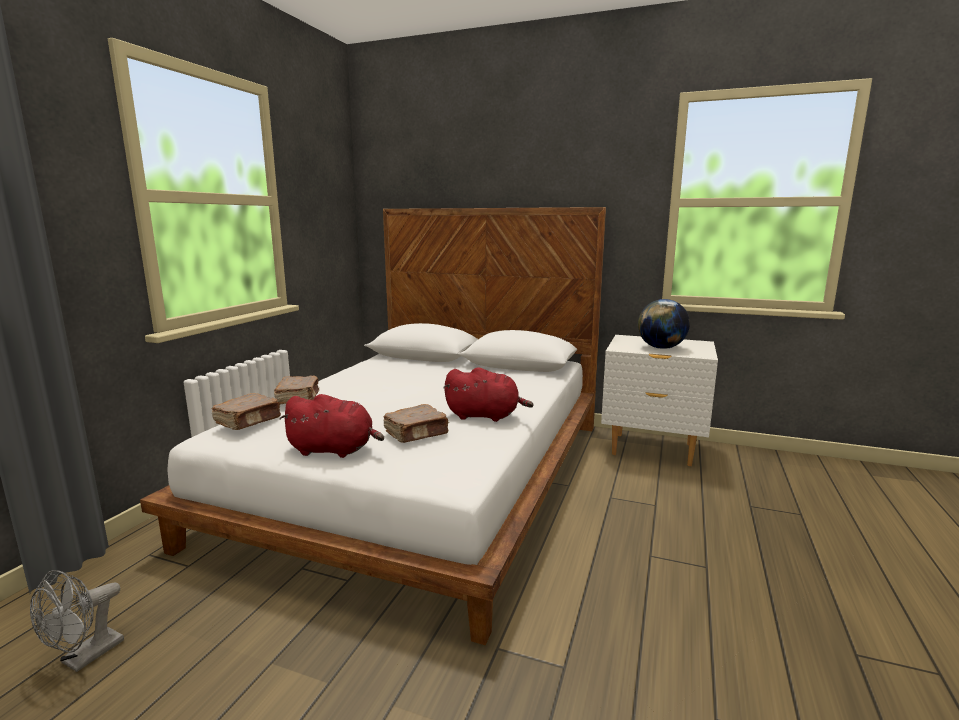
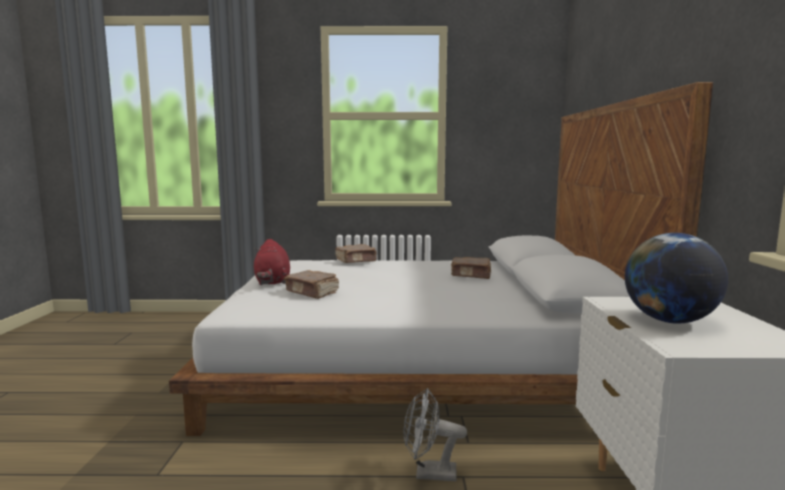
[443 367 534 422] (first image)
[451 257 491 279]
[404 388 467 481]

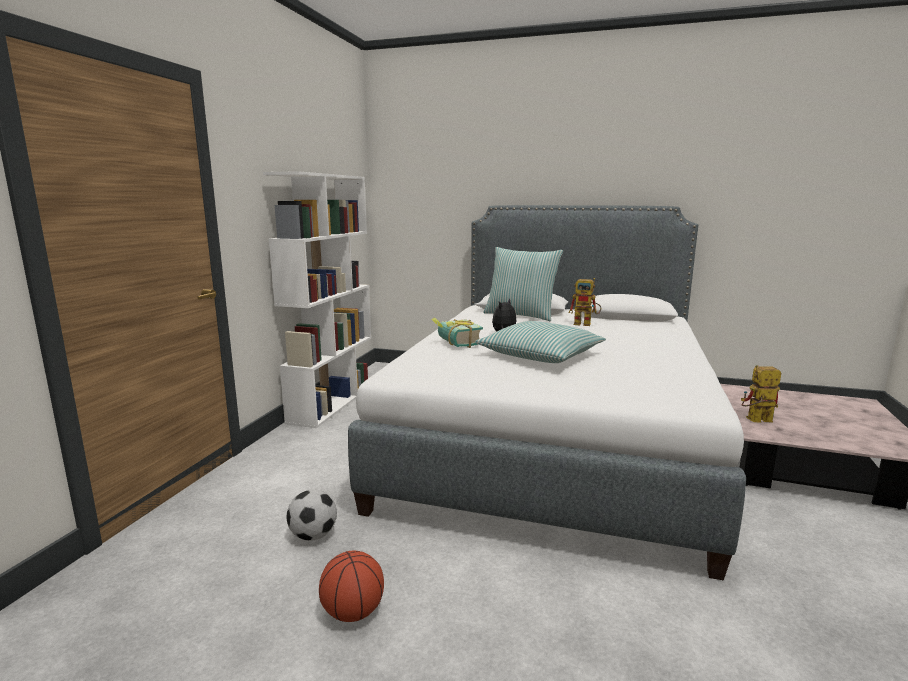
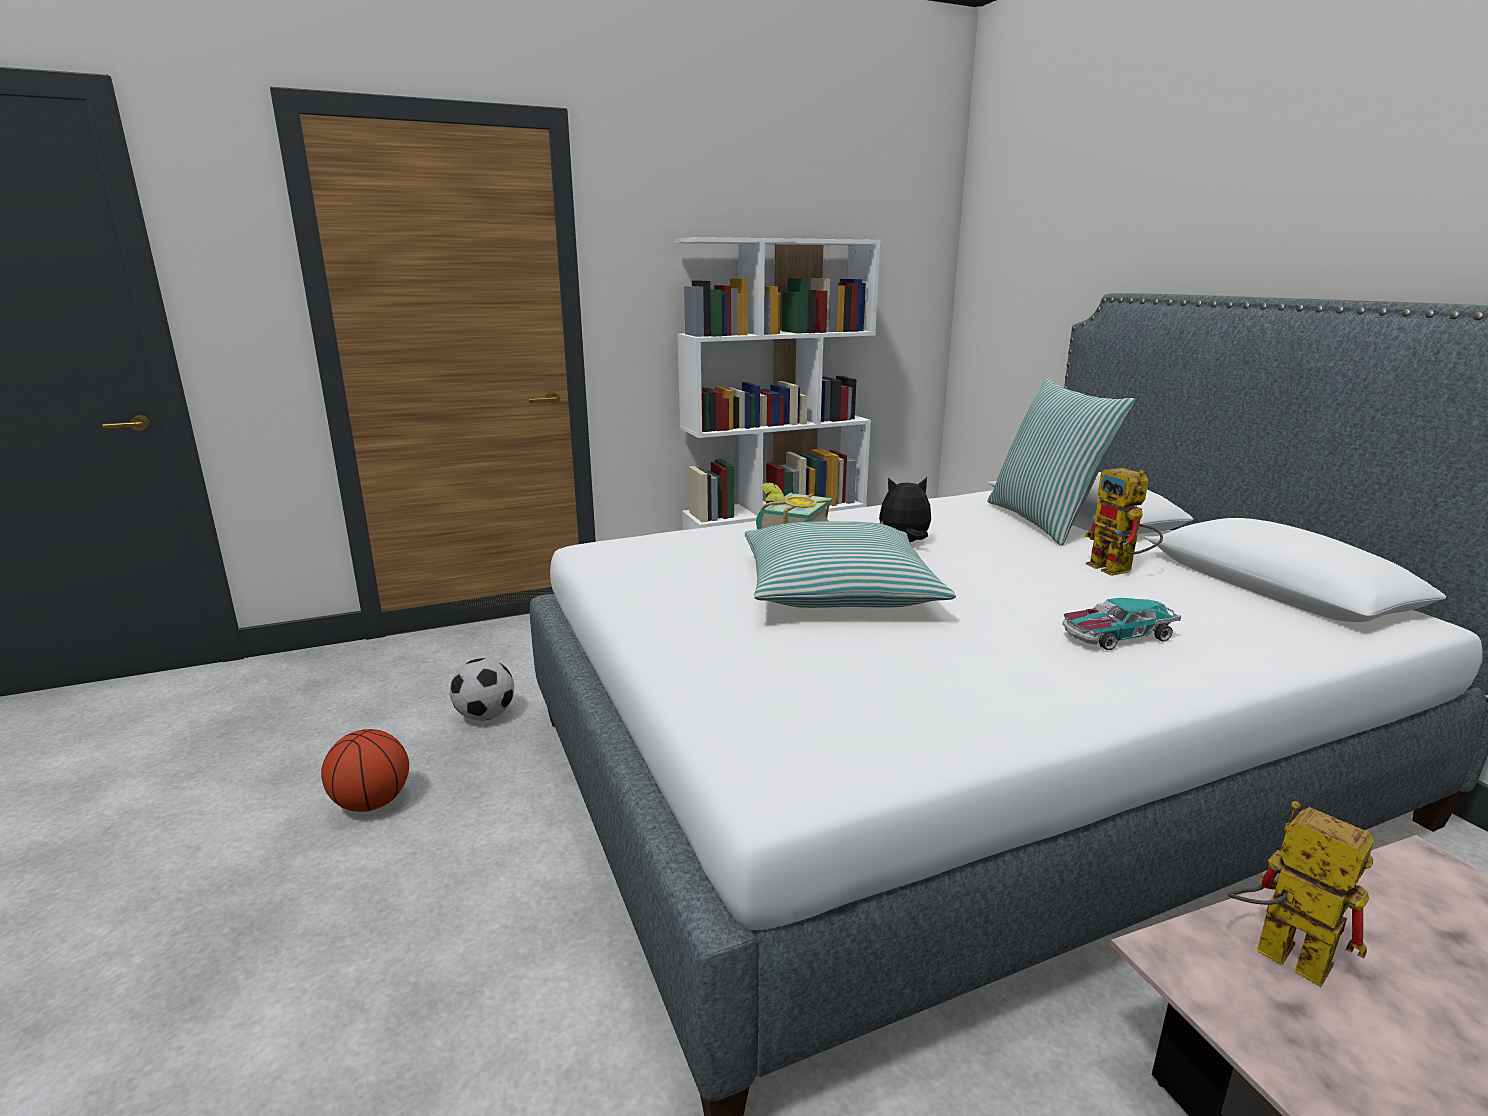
[1063 598 1181 650]

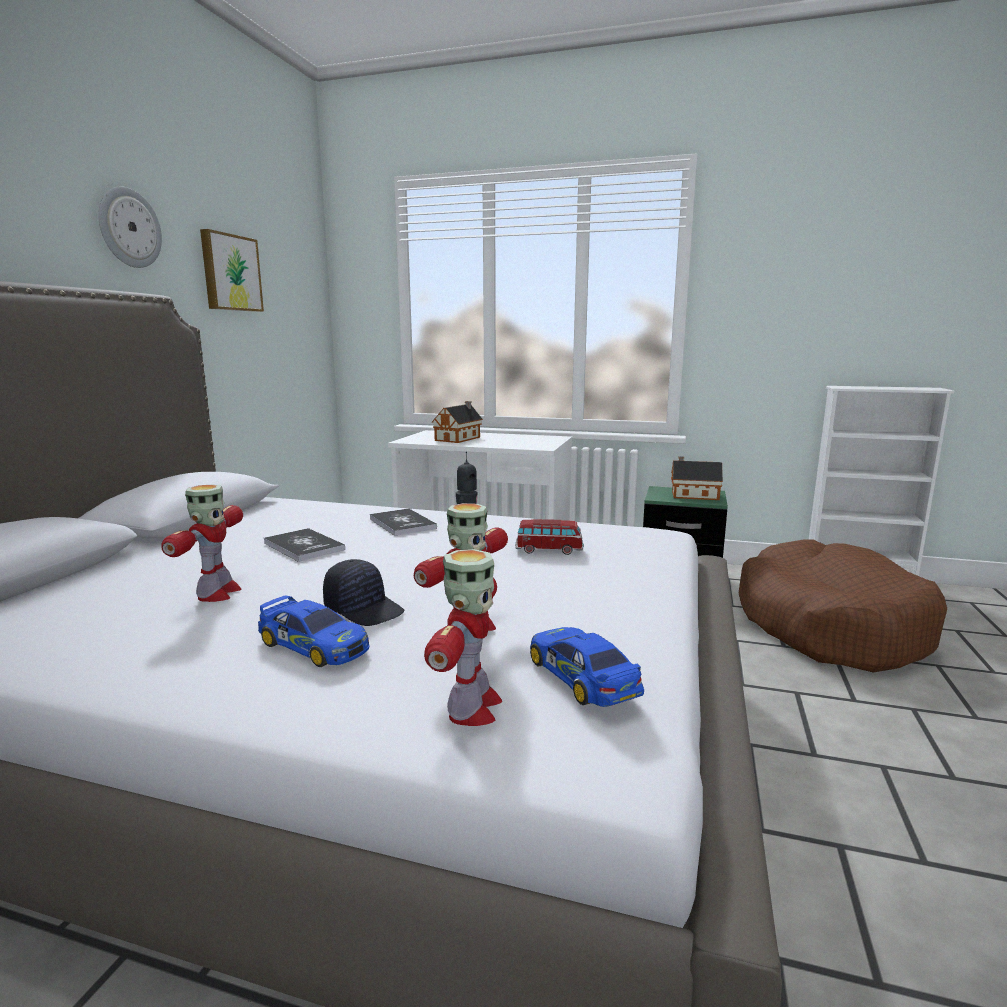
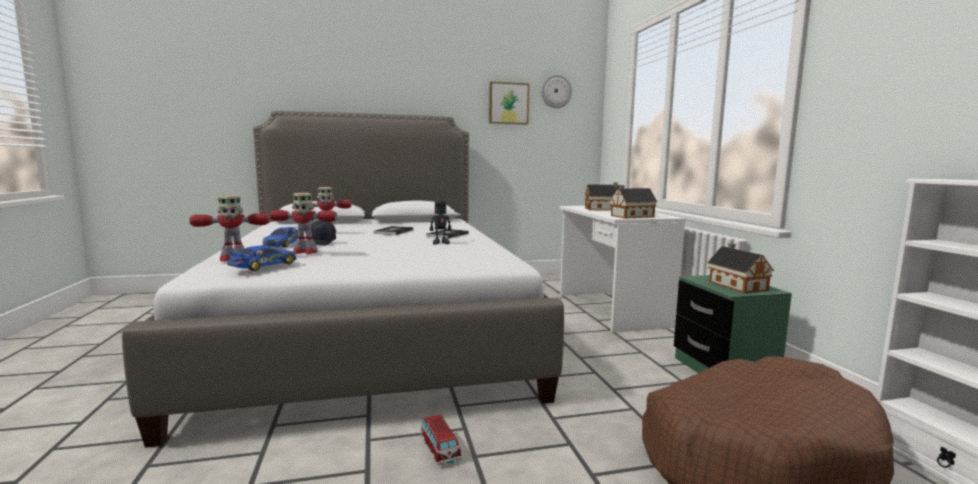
[541 74 572 108]
[420 415 461 465]
[609 185 657 219]

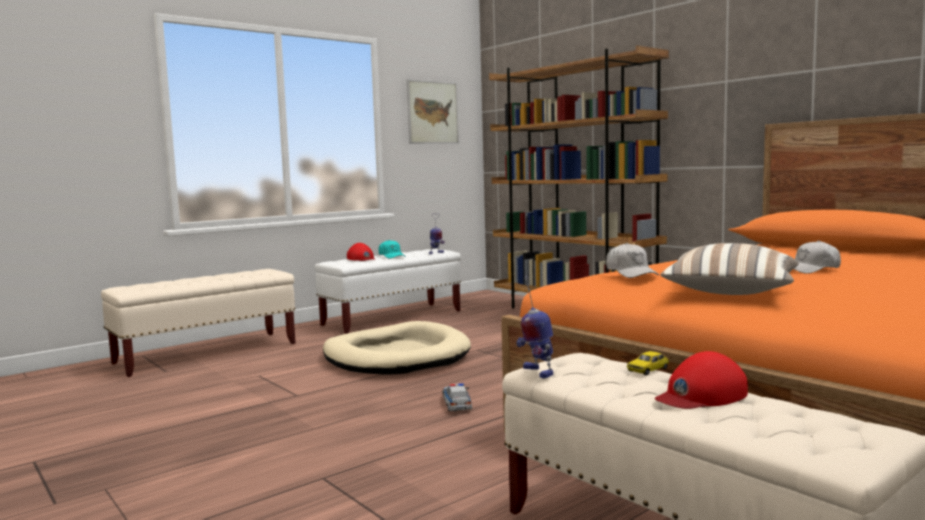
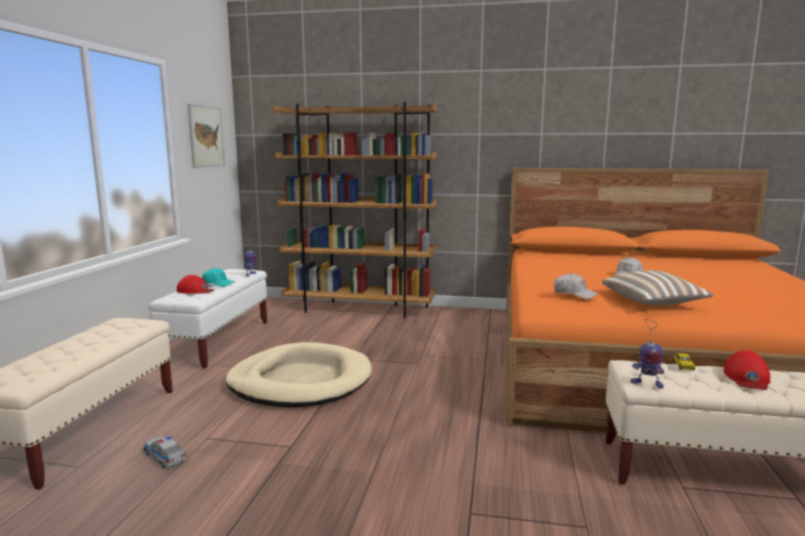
[143 437 187 468]

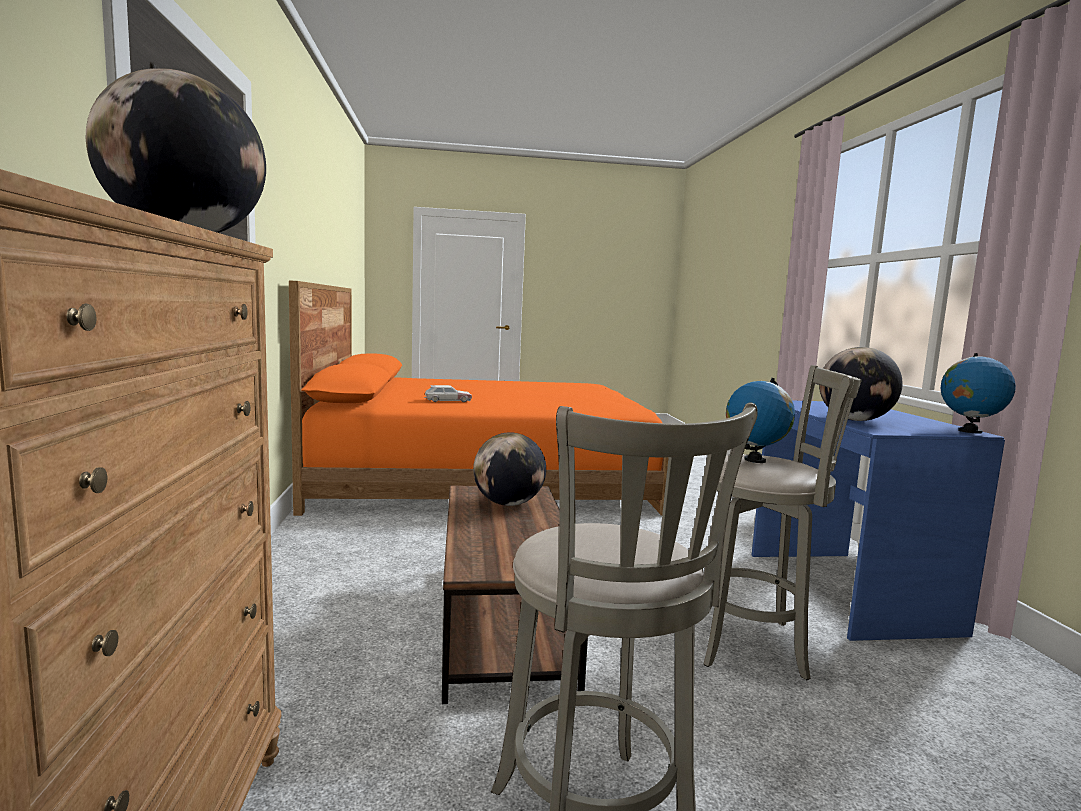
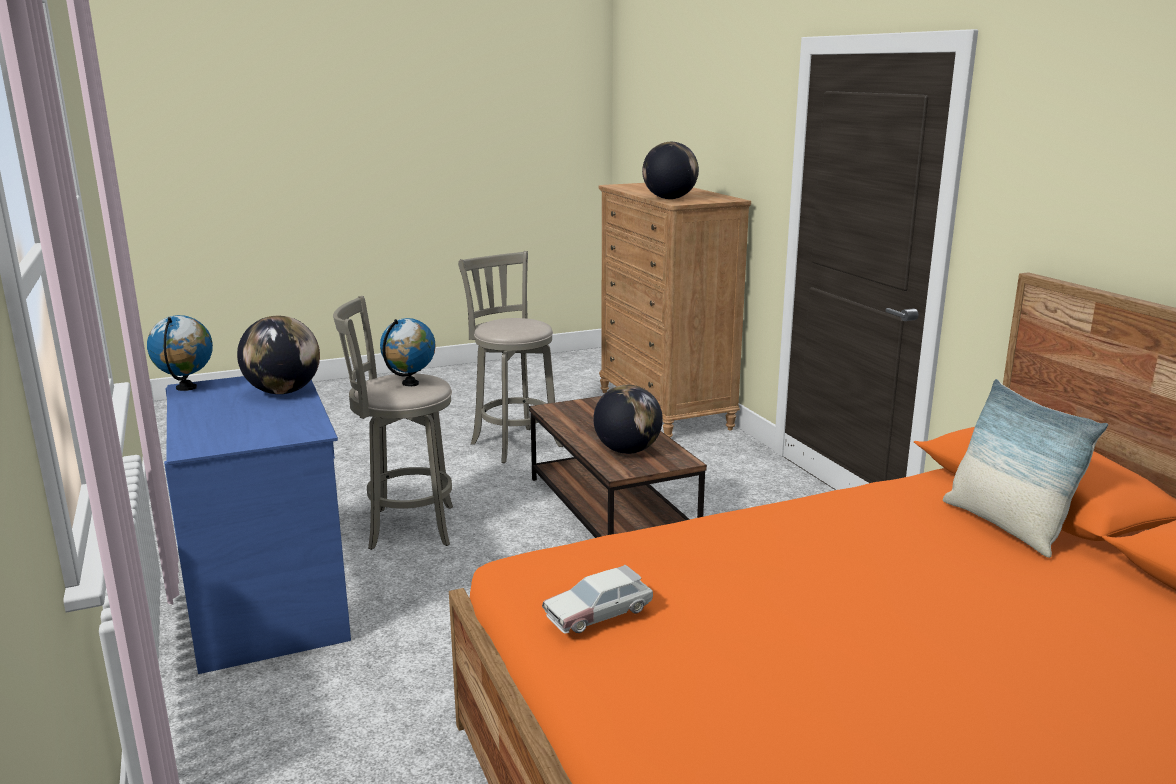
[542 565 653 634]
[943 379 1108 558]

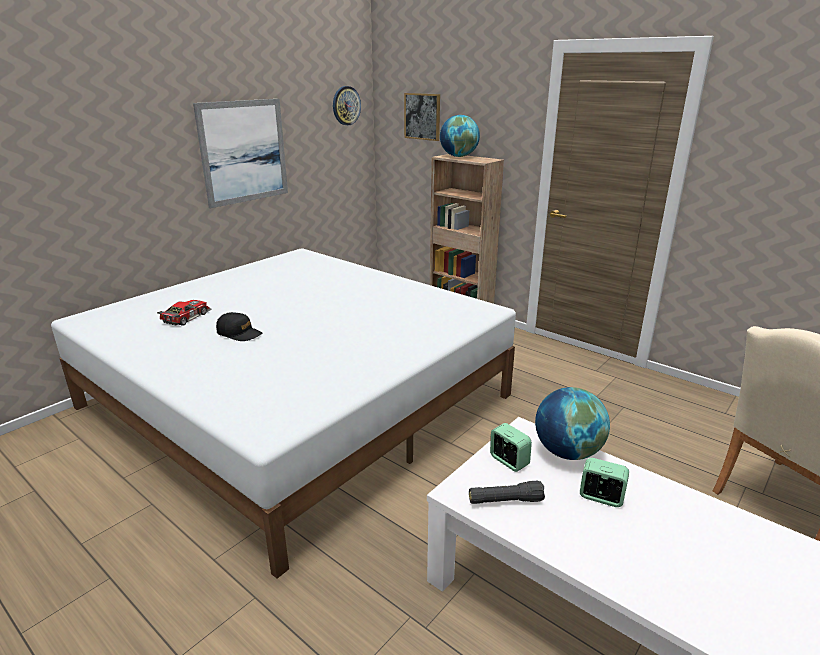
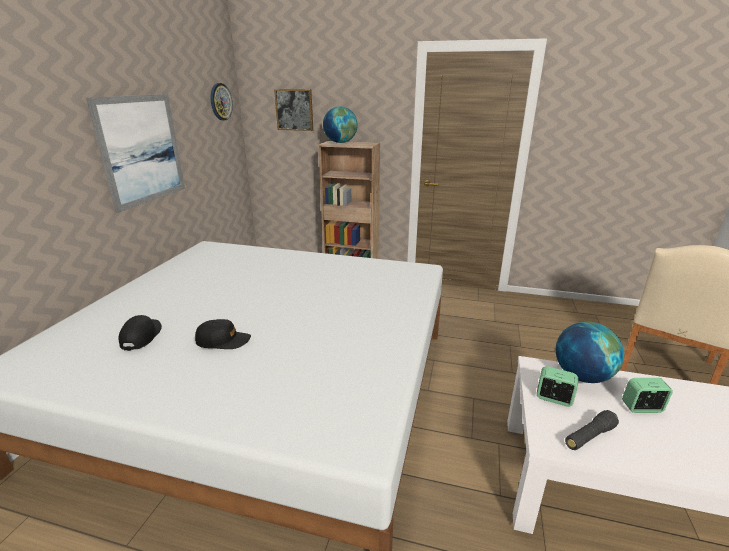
[118 315 162 351]

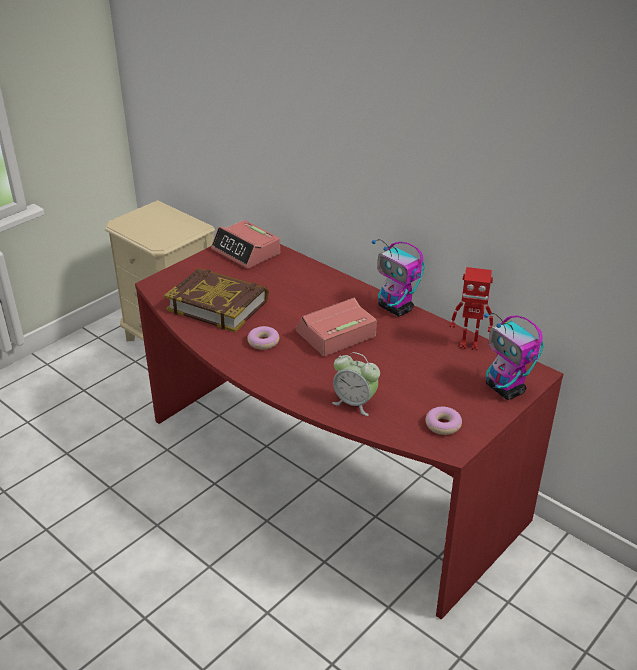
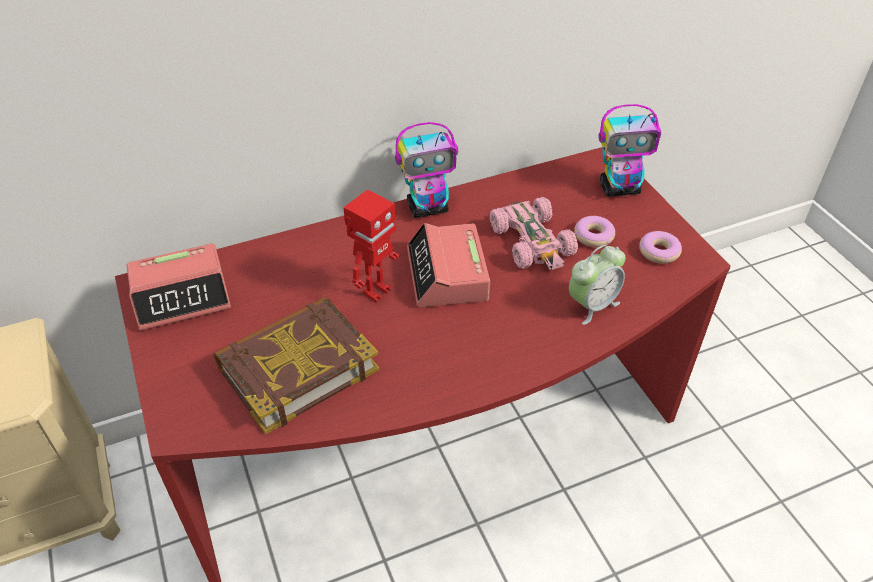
[343 189 399 303]
[574 216 615 247]
[490 197 578 270]

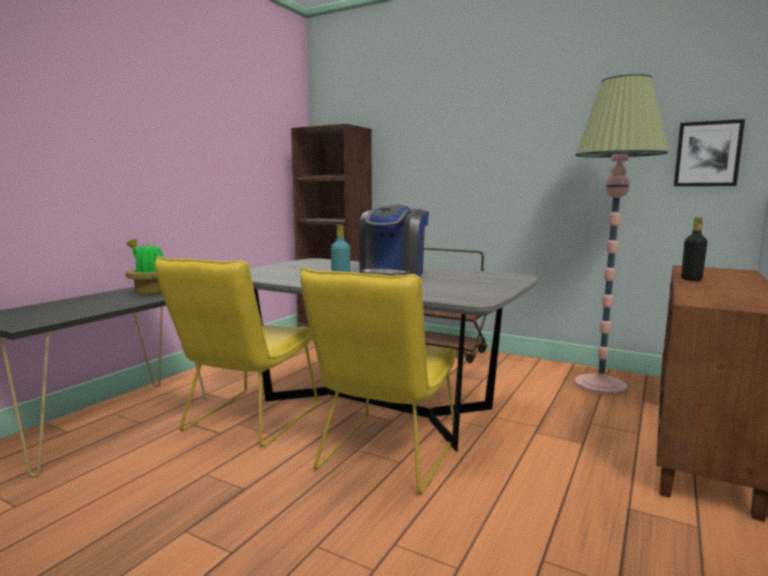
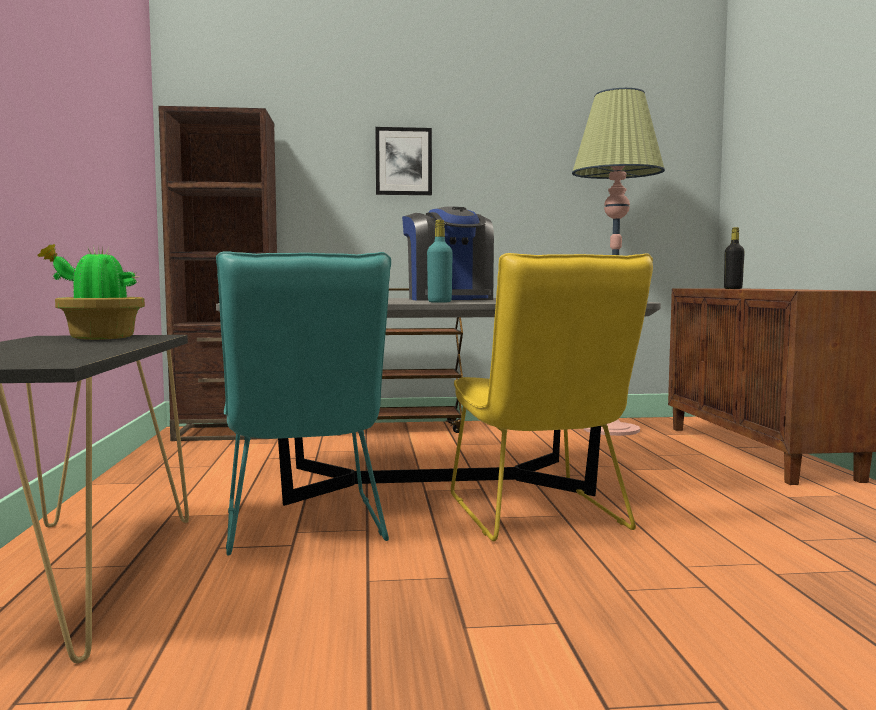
[375 127 432 195]
[216 251 391 556]

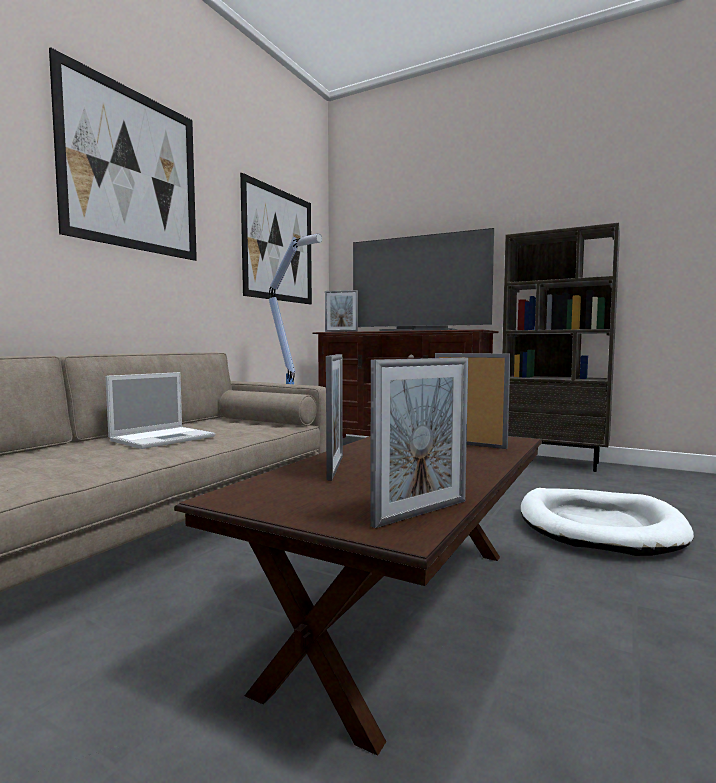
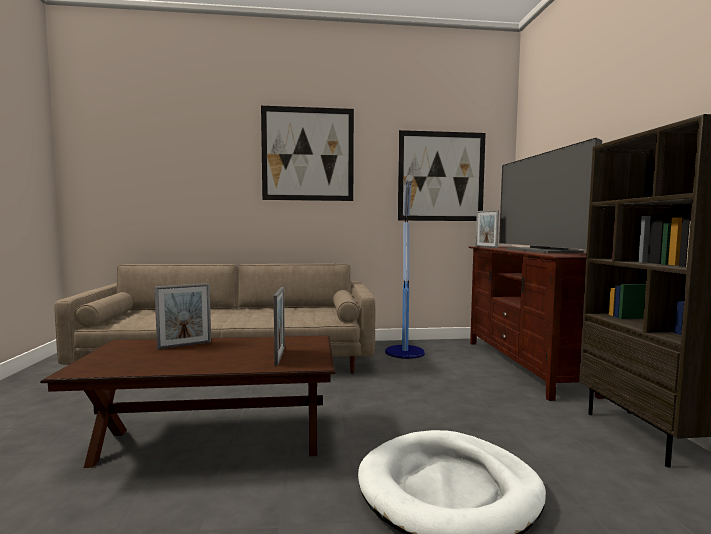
[370 358 468 528] (first image)
[105 372 215 449] (first image)

